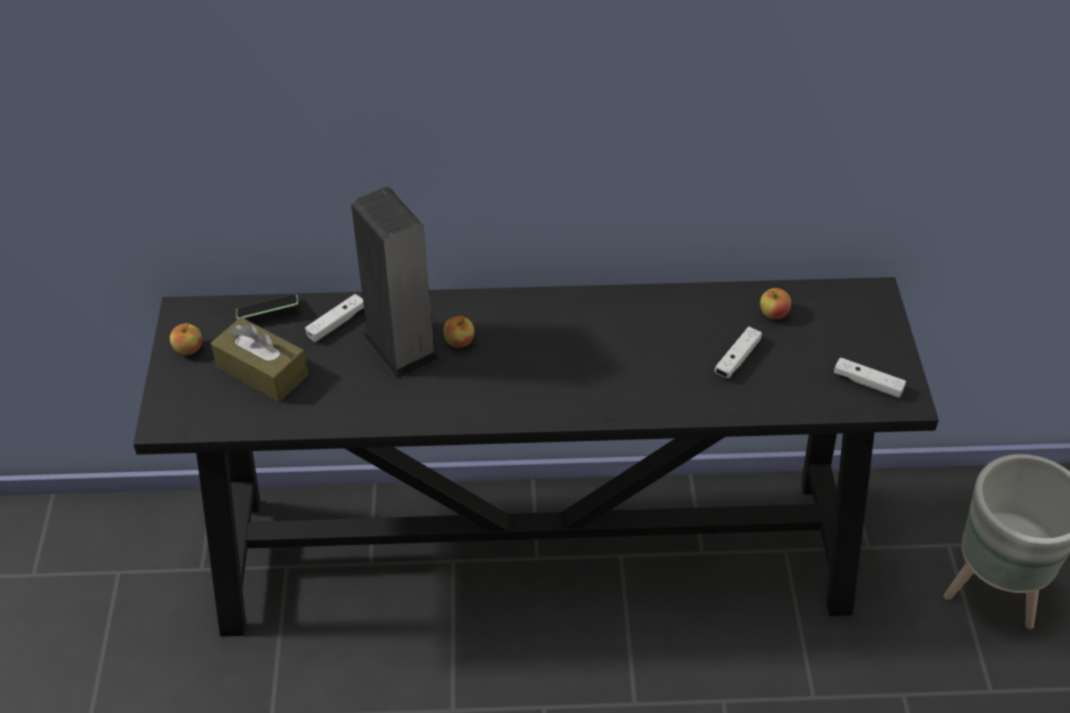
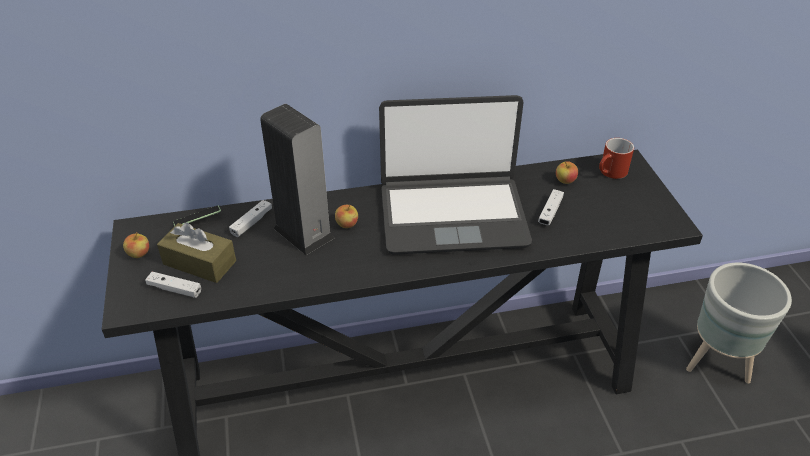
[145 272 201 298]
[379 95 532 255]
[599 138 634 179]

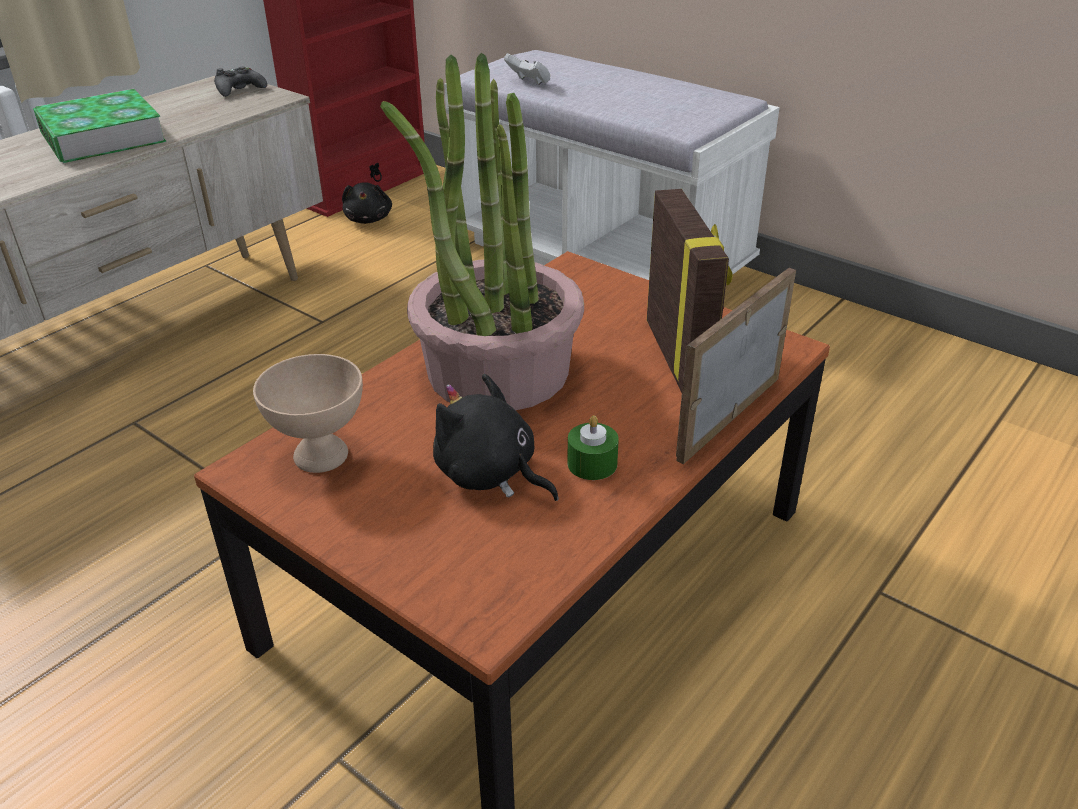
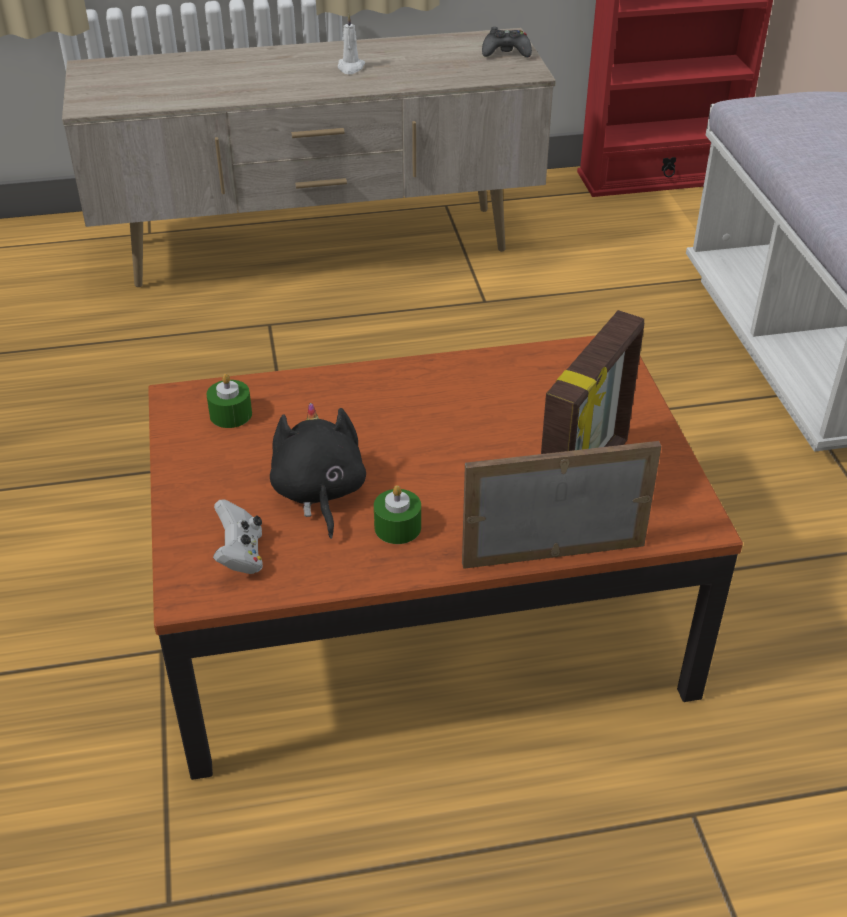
[380 52 584 410] (first image)
[213 499 263 574]
[338 14 365 74]
[342 182 392 224] (first image)
[206 374 252 428]

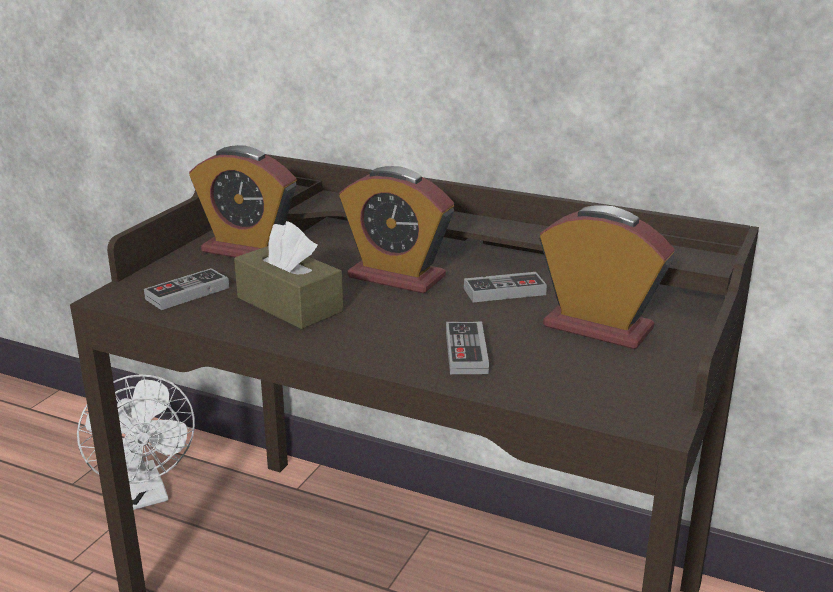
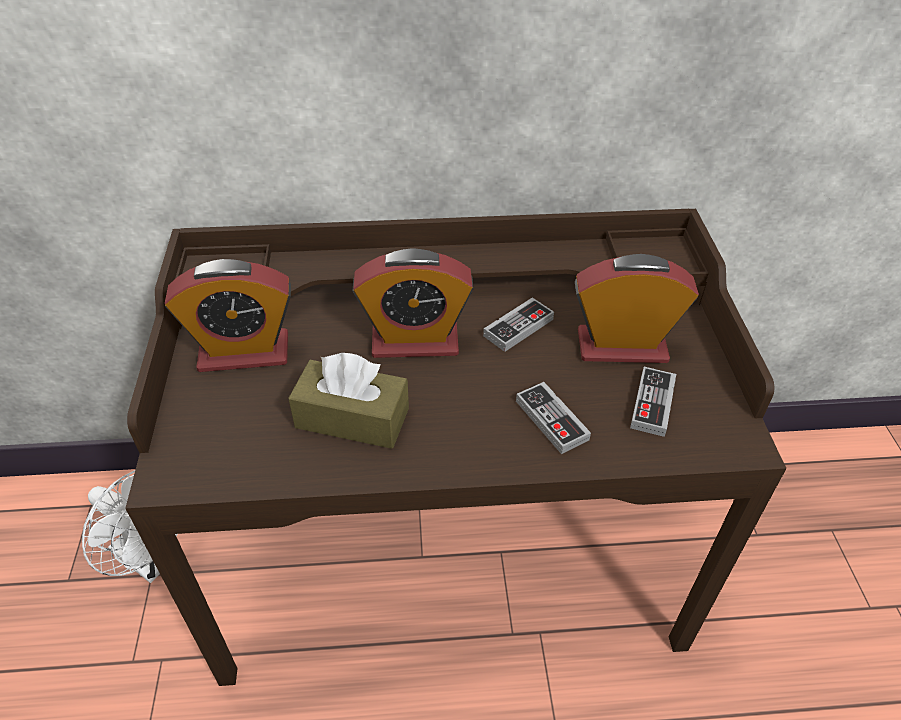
[630 367 676 437]

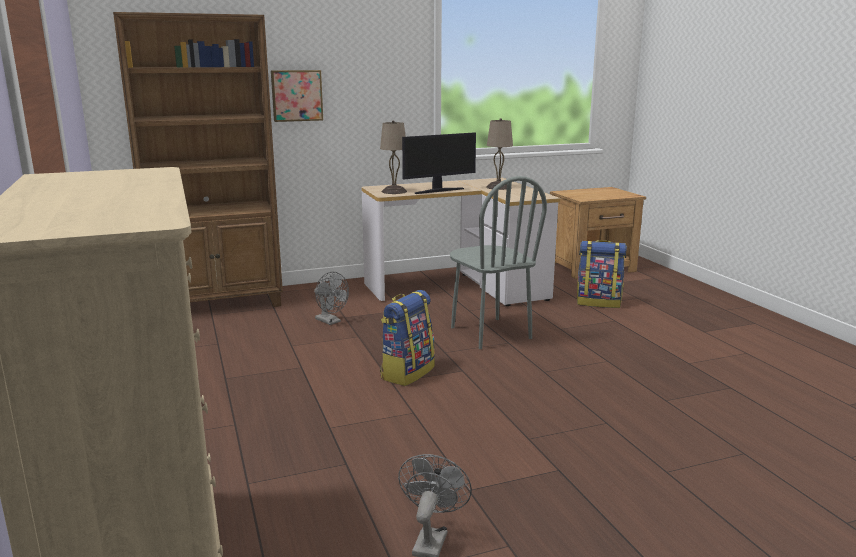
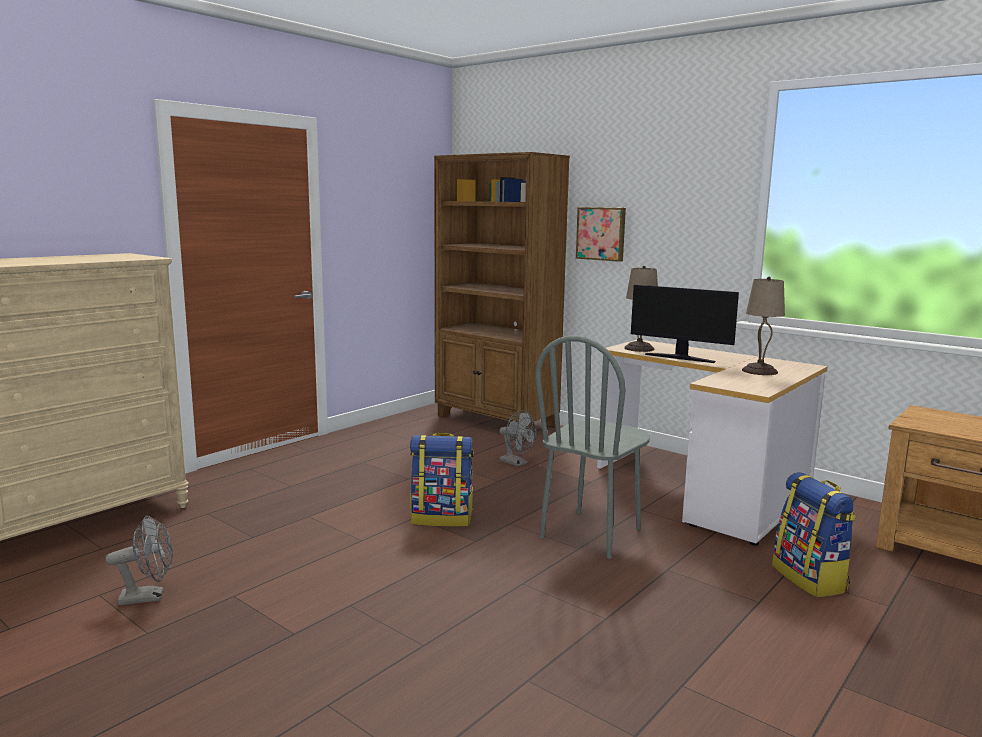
[499 410 537 467]

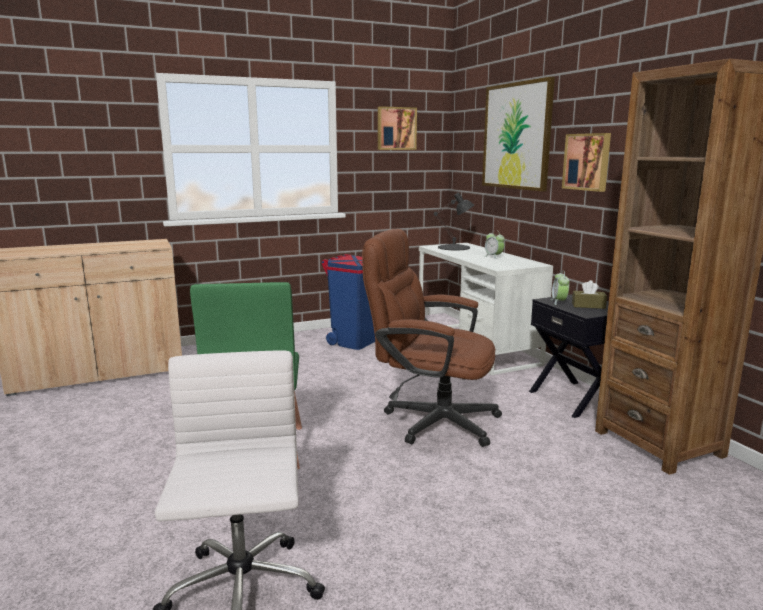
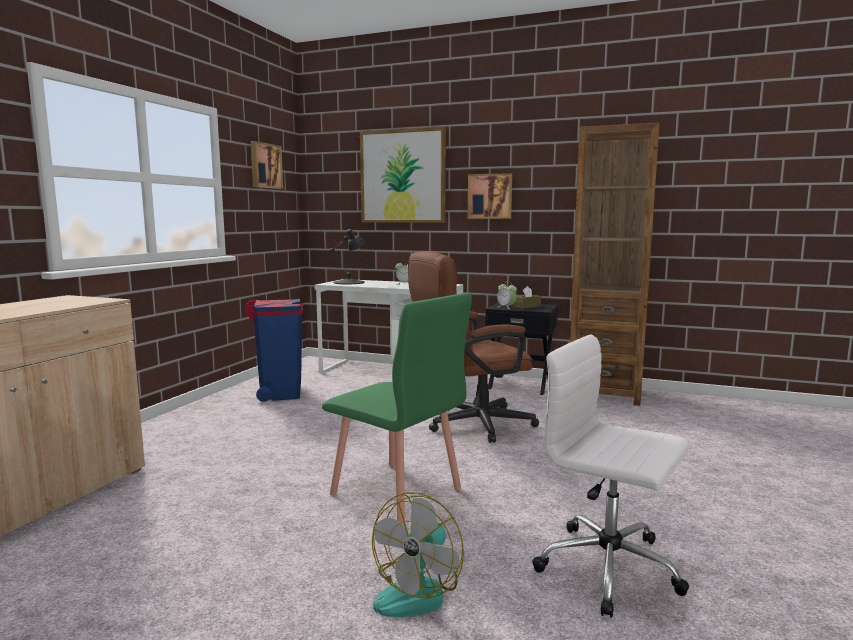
[372 492 464 617]

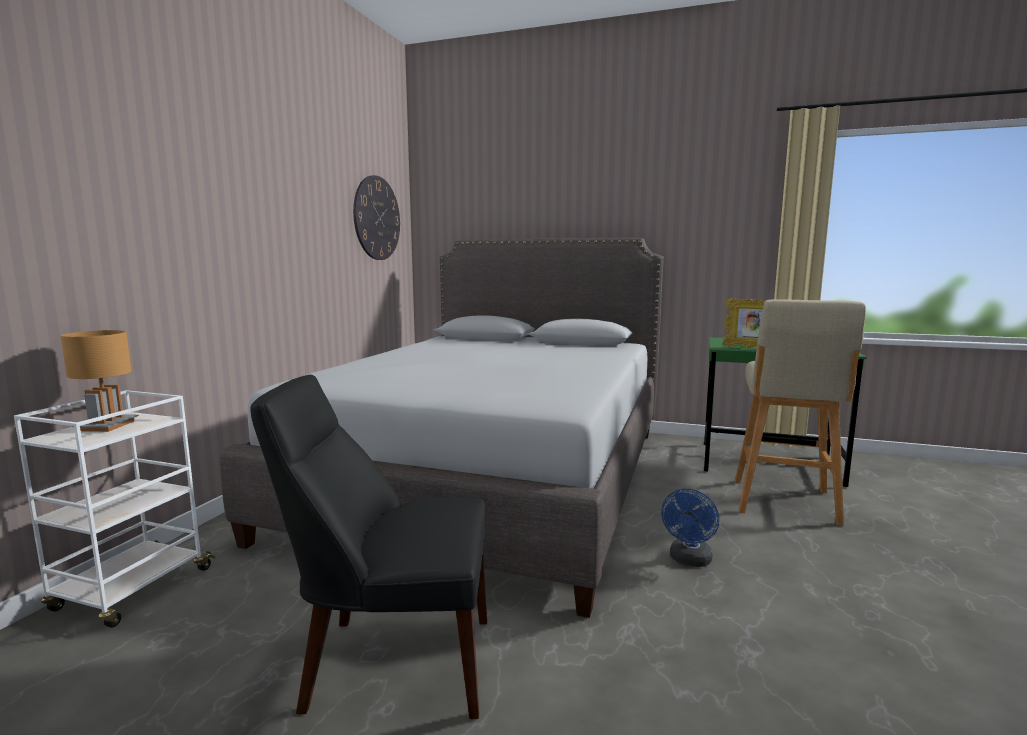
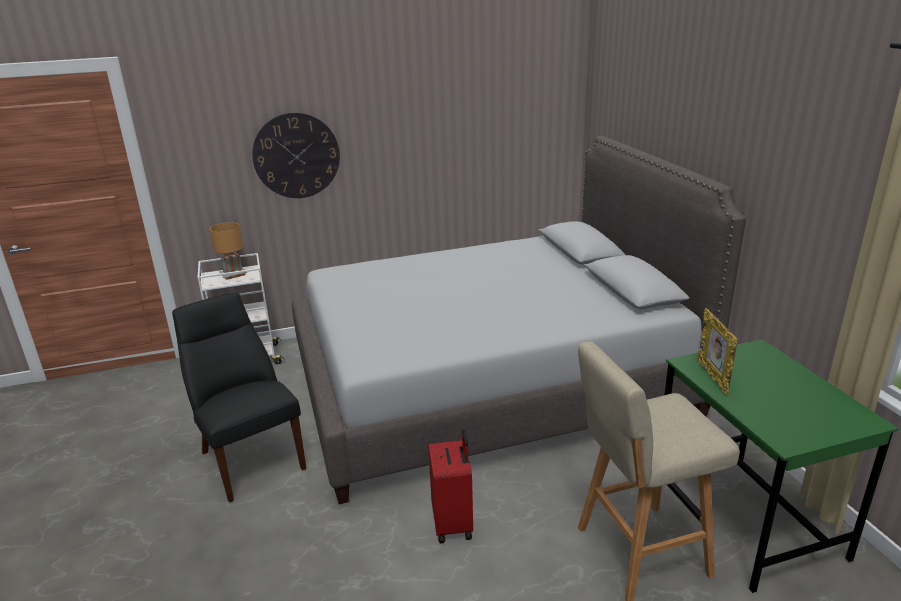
[252 112 340 198]
[428 429 473 543]

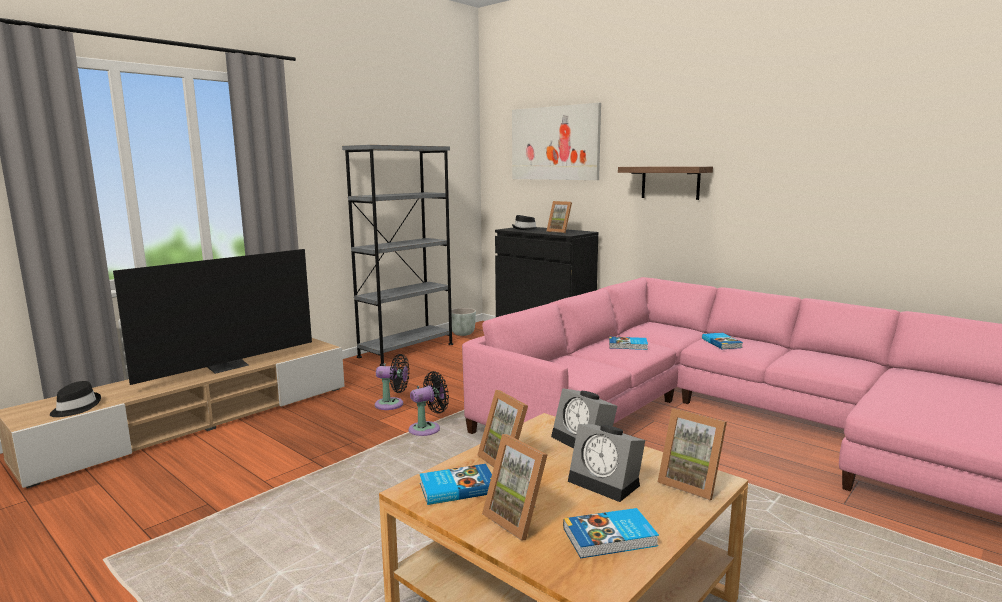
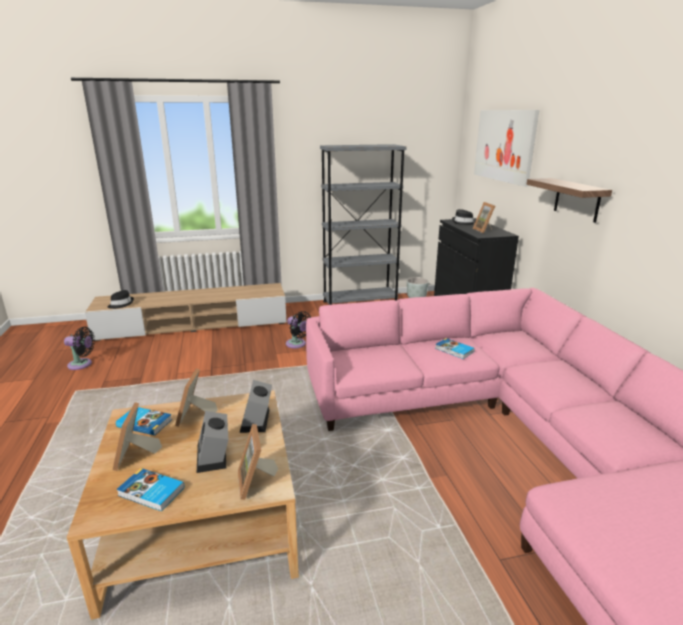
[113 249 312 385] (first image)
[702 333 743 349] (first image)
[64 327 95 370]

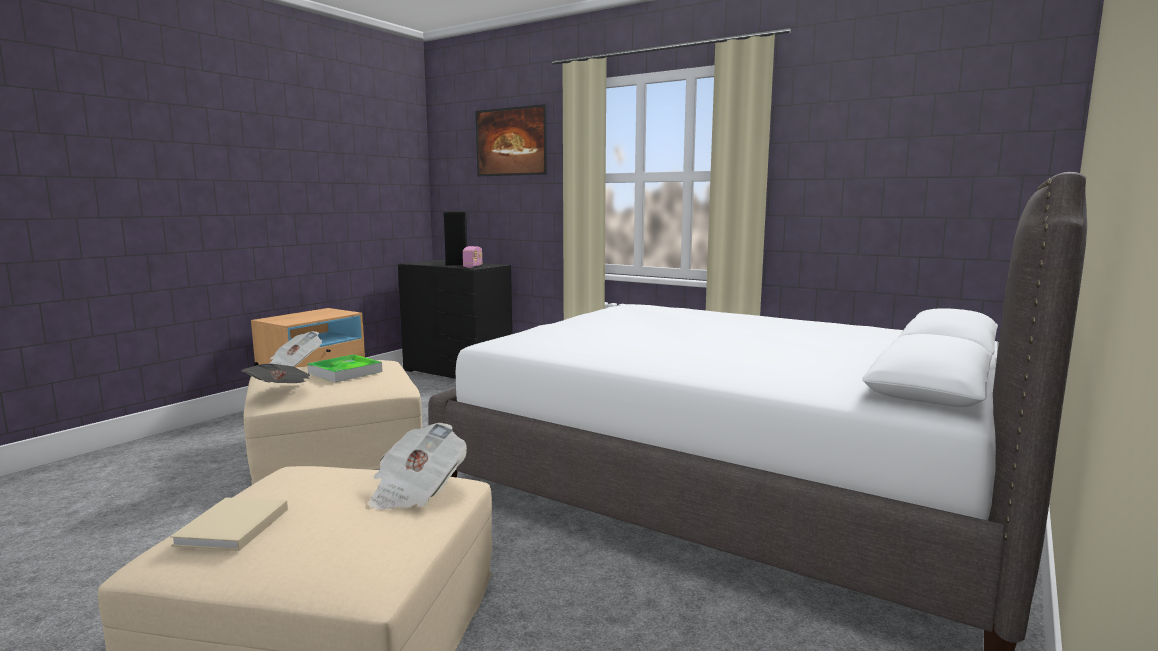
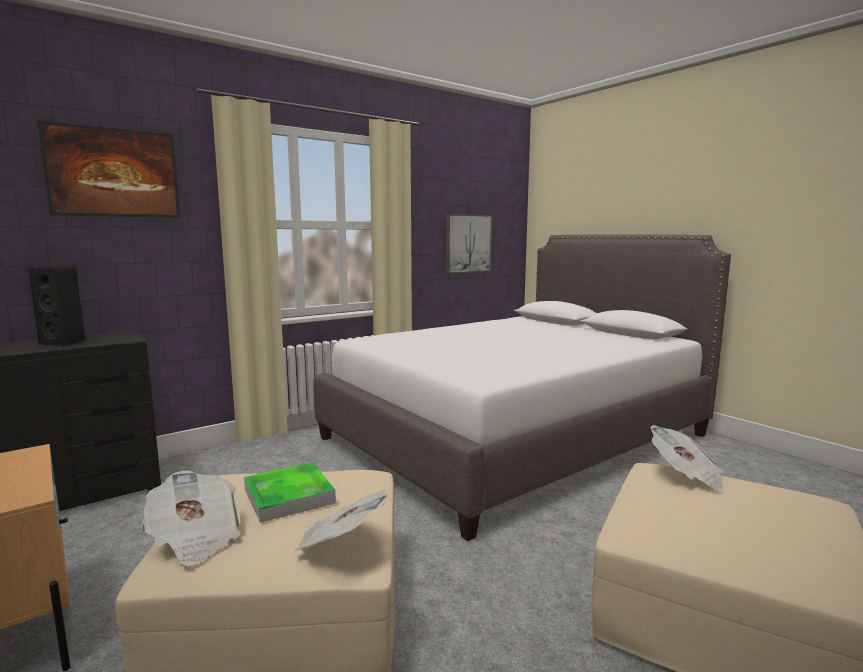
[463 246 482 268] (first image)
[170 497 288 551] (first image)
[446 214 493 274]

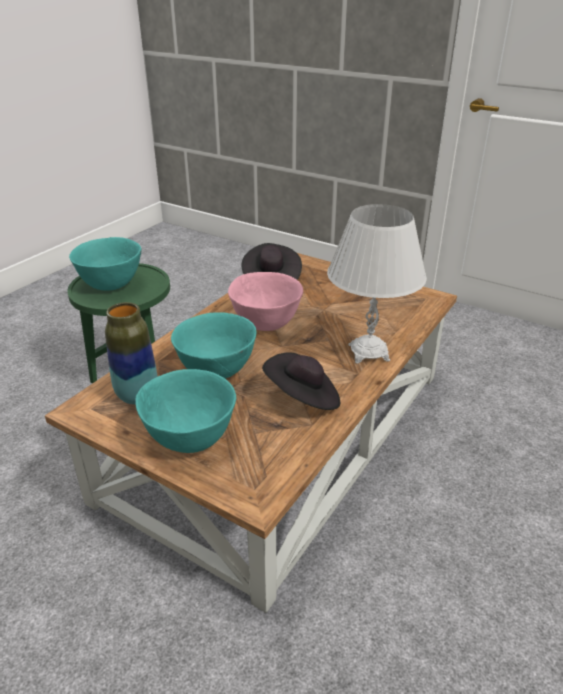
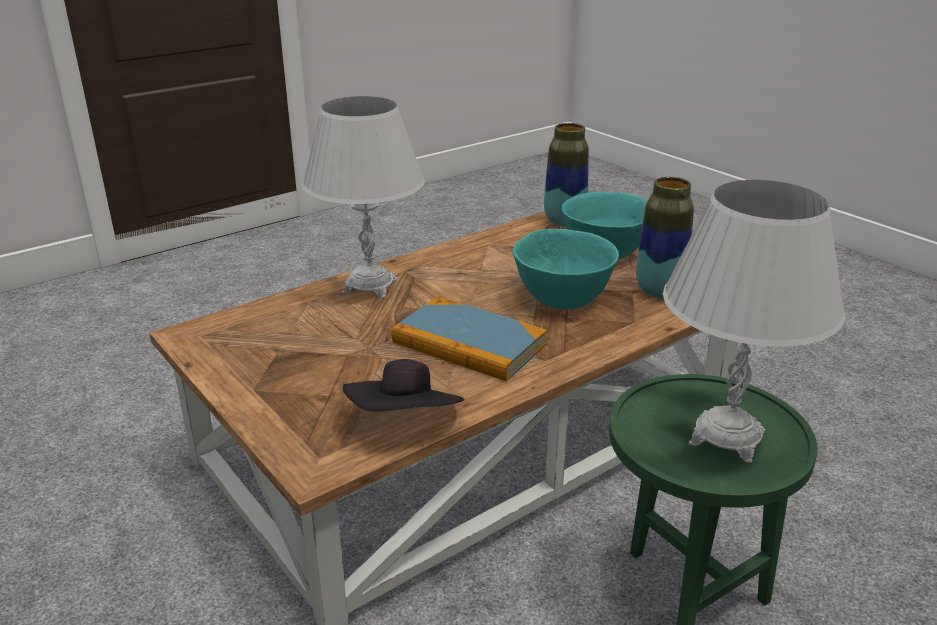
[663 180 846 463]
[392 297 547 382]
[262 352 341 410] (first image)
[544 123 589 226]

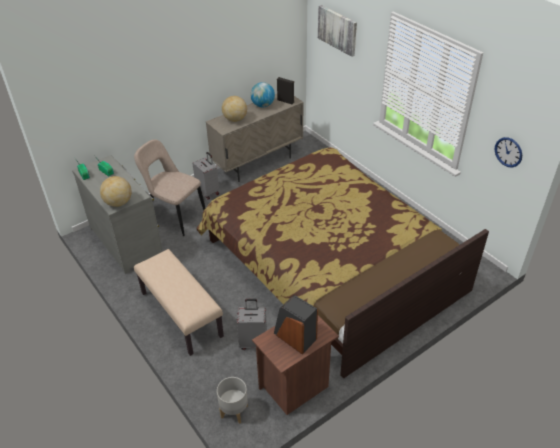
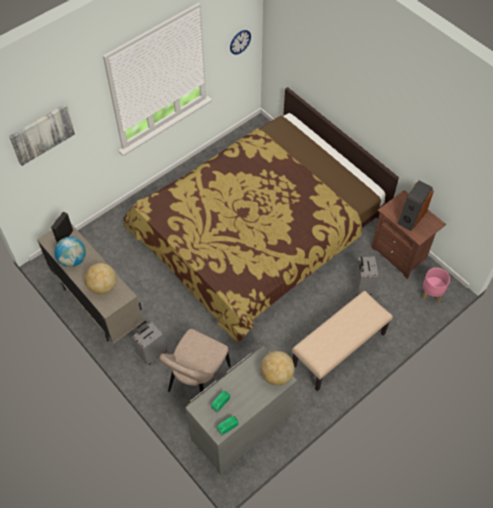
[422 268 450 303]

